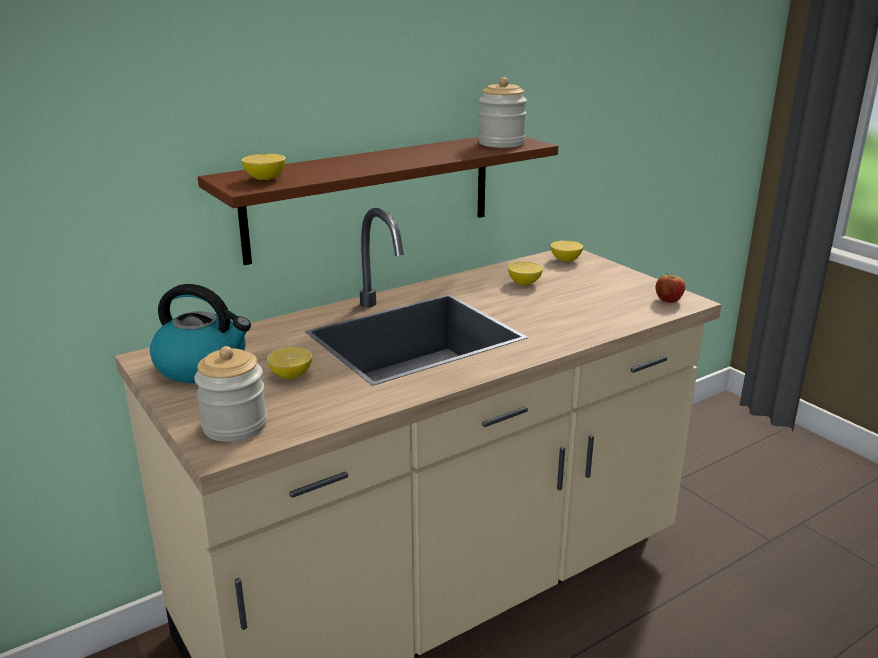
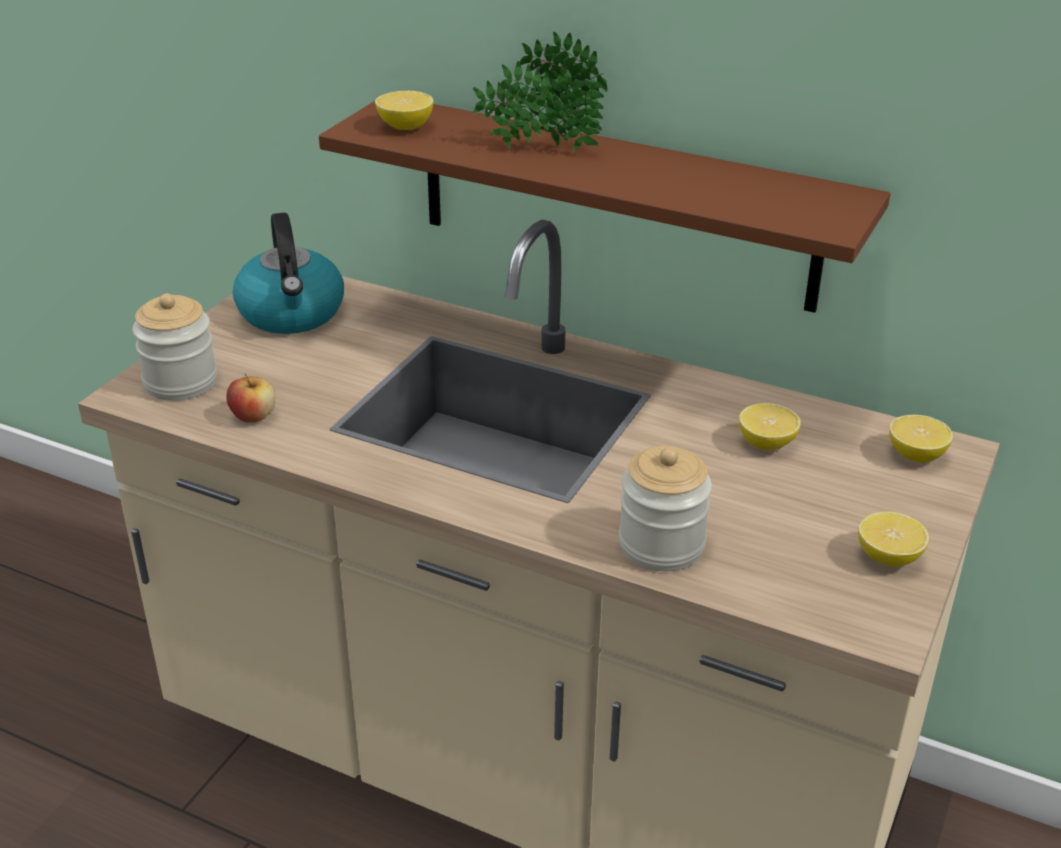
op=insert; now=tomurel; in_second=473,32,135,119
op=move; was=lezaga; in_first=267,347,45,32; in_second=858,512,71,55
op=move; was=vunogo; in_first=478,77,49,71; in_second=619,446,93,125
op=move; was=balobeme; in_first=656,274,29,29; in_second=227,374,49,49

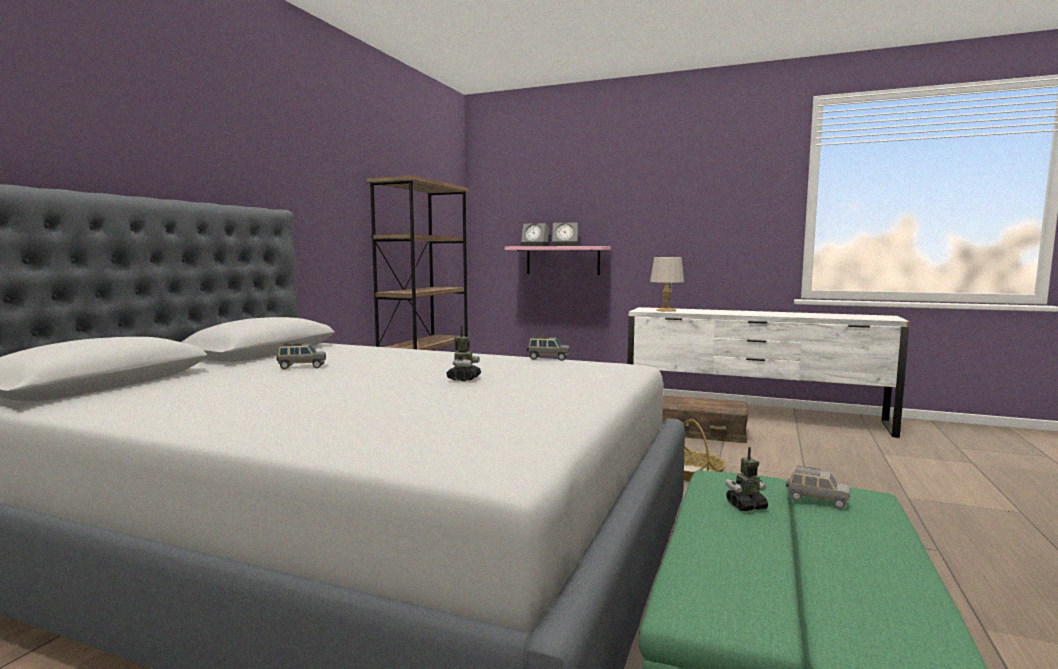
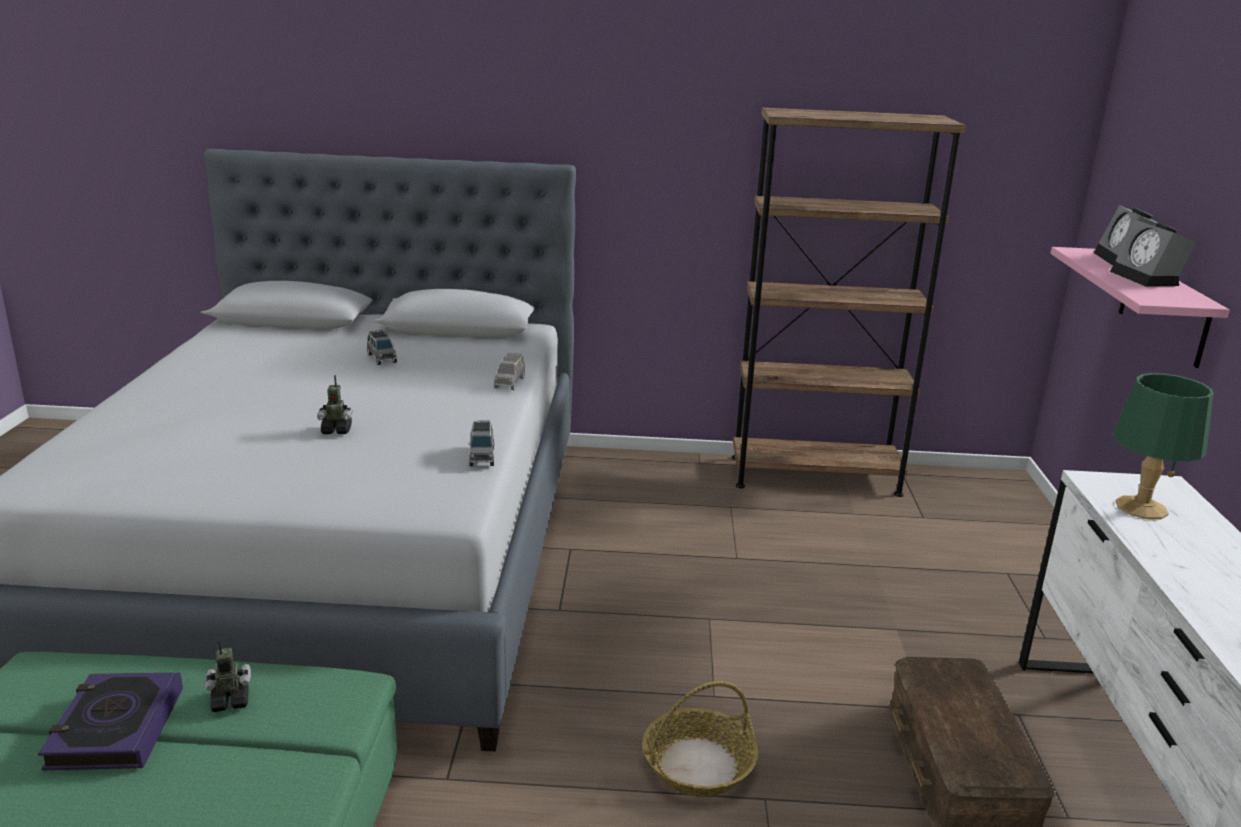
op=insert; now=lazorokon; in_second=38,672,145,98
op=move; was=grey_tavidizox; in_first=786,465,64,44; in_second=494,353,31,37
op=recolor; was=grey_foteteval; now=green_foteteval; in_first=650,257,34,55; in_second=1113,373,101,147
op=rotate; was=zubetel; in_first=725,447,43,64; in_second=204,640,47,72; clockwise=-75

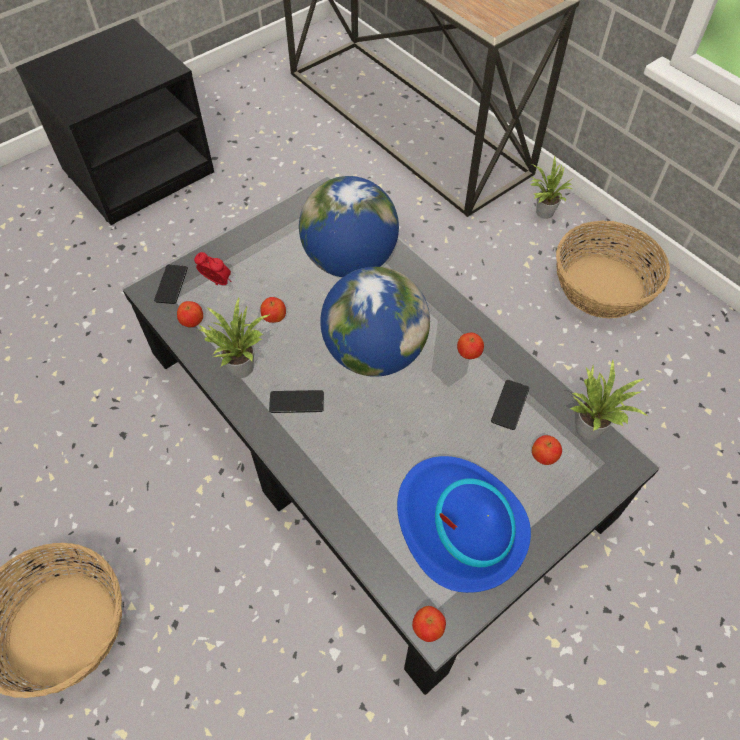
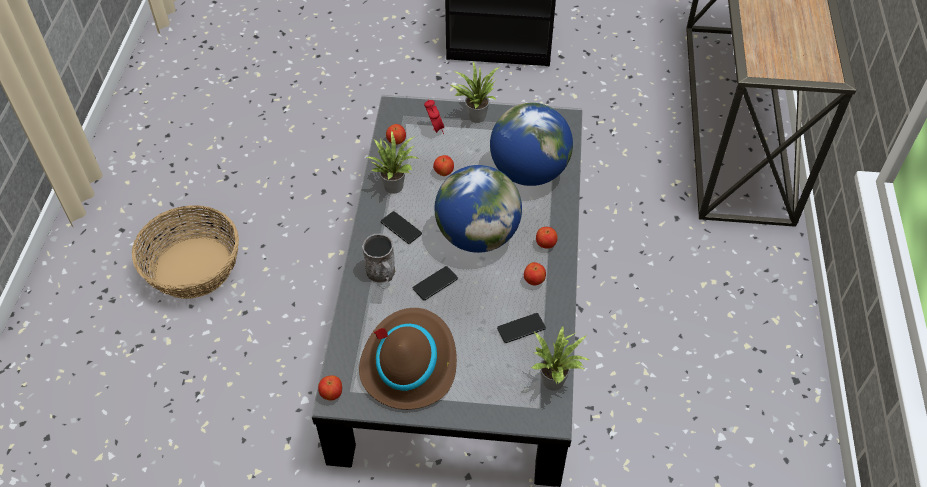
op=delete; was=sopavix; in_first=556,221,114,98
op=insert; now=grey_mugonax; in_second=362,234,33,49
op=move; was=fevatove; in_first=154,265,34,39; in_second=413,266,45,34
op=move; was=tomurel; in_first=530,155,45,64; in_second=451,61,50,62
op=move; was=balobeme; in_first=532,435,30,30; in_second=536,227,22,22
op=recolor; was=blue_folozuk; now=brown_folozuk; in_first=397,456,134,137; in_second=359,308,98,102

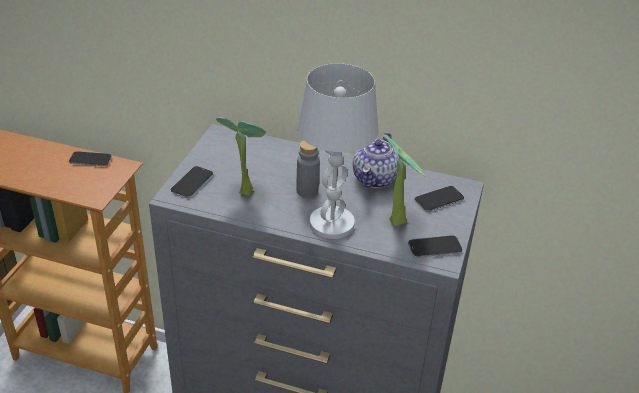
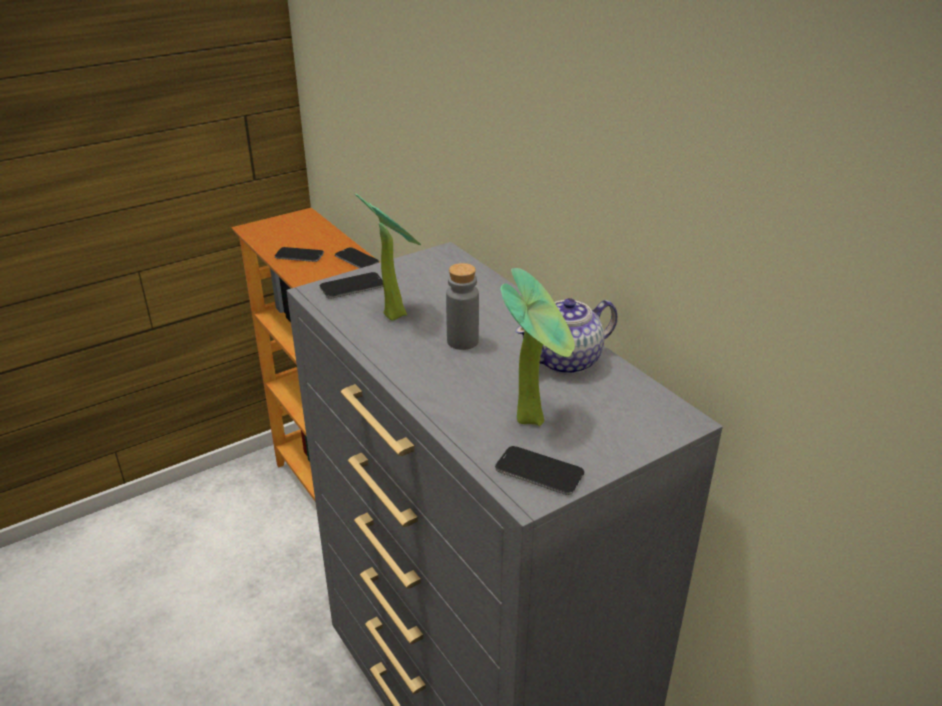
op=delete; was=white_foteteval; in_first=297,63,82,176
op=move; was=fevatove; in_first=415,186,49,25; in_second=275,247,49,15

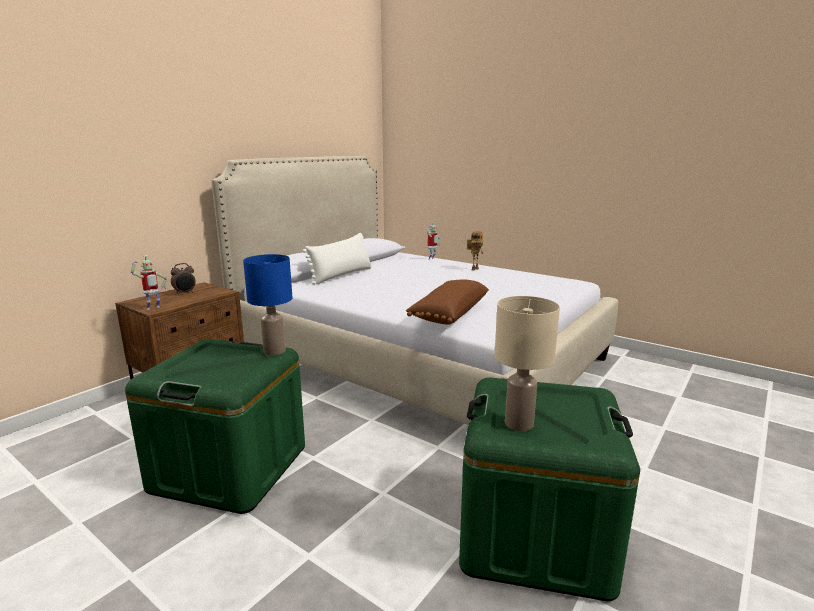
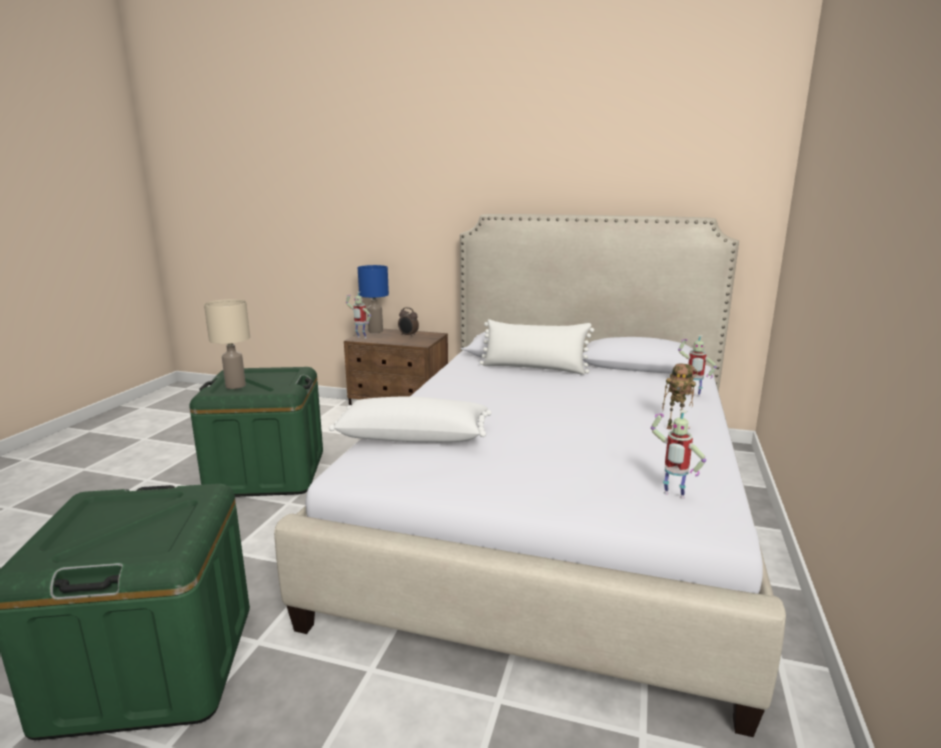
op=insert; now=zubetel; in_second=651,410,55,89
op=move; was=blue_foteteval; in_first=243,254,49,101; in_second=358,265,31,68
op=move; was=beige_foteteval; in_first=494,296,66,135; in_second=204,299,46,90
op=recolor; was=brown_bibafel; now=white_bibafel; in_first=406,280,83,45; in_second=329,396,163,46

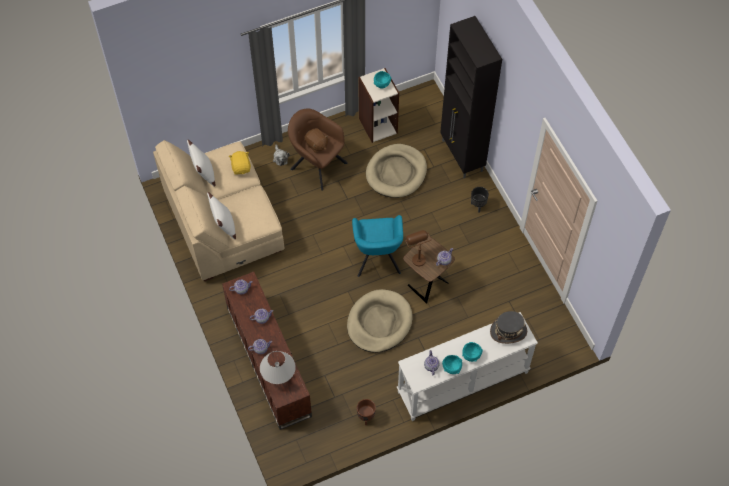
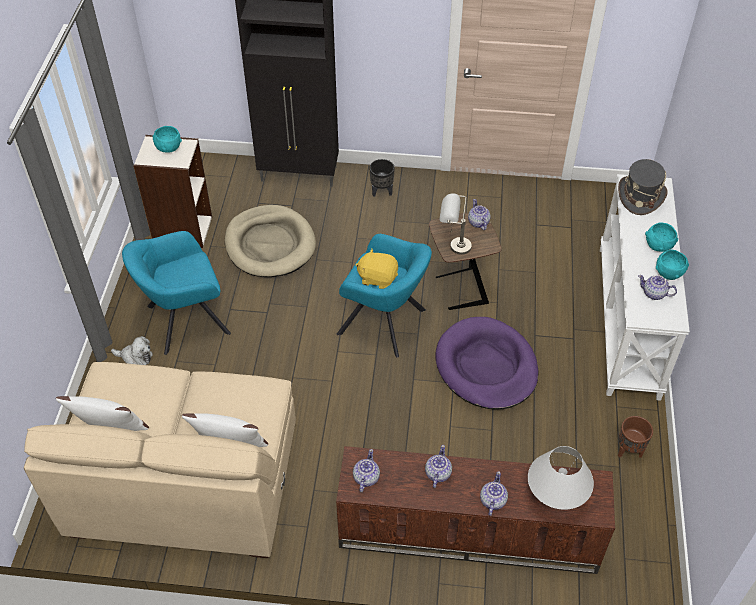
op=delete; was=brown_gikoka; in_first=305,128,23,25
op=move; was=yellow_gikoka; in_first=229,151,22,24; in_second=355,248,43,41
op=recolor; was=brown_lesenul; now=turquoise_lesenul; in_first=288,109,60,82; in_second=122,231,109,124
op=recolor; was=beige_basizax; now=purple_basizax; in_first=347,289,66,64; in_second=436,317,103,93
op=recolor; was=brown_foteteval; now=grey_foteteval; in_first=405,230,26,36; in_second=440,194,32,61

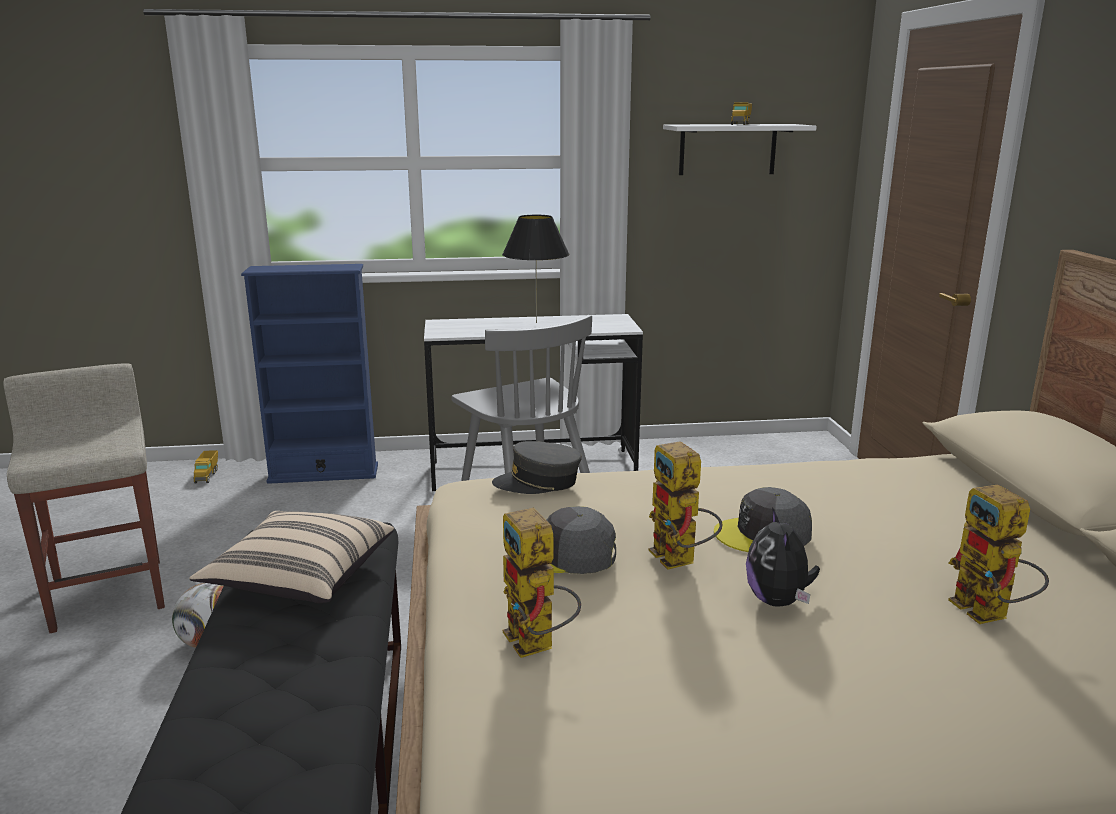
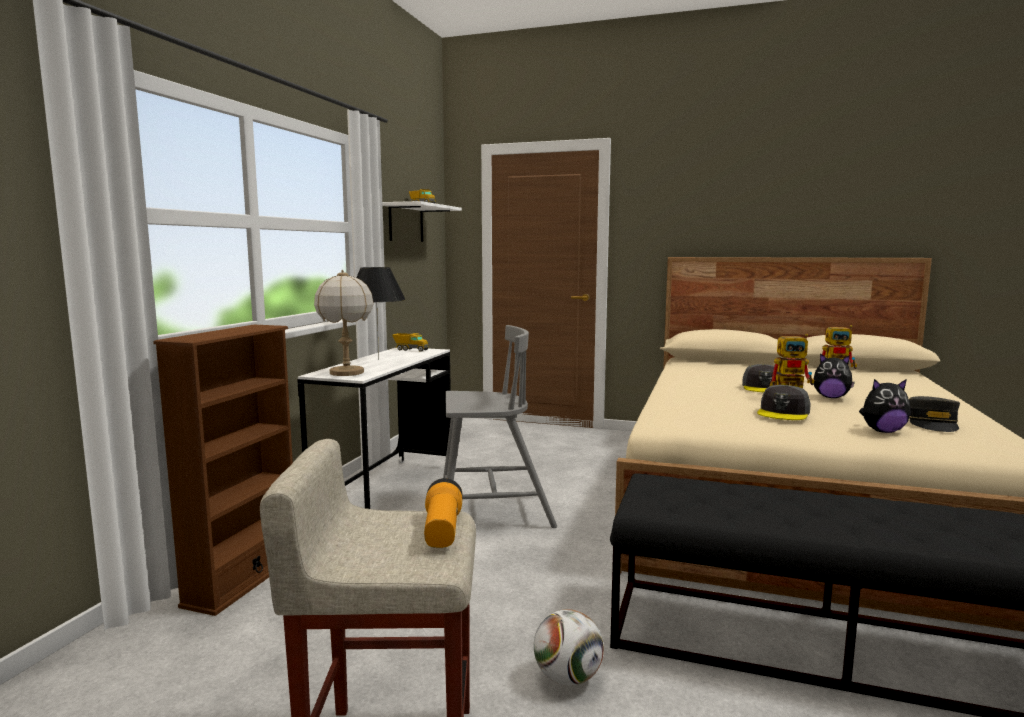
op=delete; was=beige_bibafel; in_first=189,511,205,92
op=insert; now=foteteval; in_second=314,270,60,106
op=insert; now=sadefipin; in_second=424,478,39,70
op=move; was=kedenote; in_first=194,450,24,34; in_second=392,333,37,19
op=move; was=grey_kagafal; in_first=492,441,90,53; in_second=909,396,51,36
op=replace; was=zubetel; now=gikoka; in_first=503,508,78,150; in_second=859,379,52,54
op=recolor; was=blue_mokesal; now=brown_mokesal; in_first=241,264,137,220; in_second=153,325,140,291

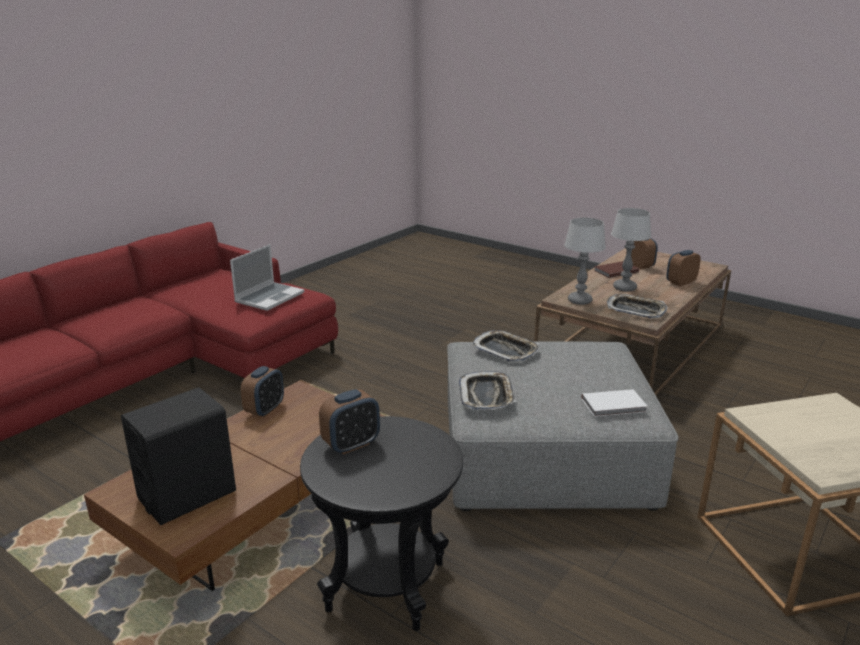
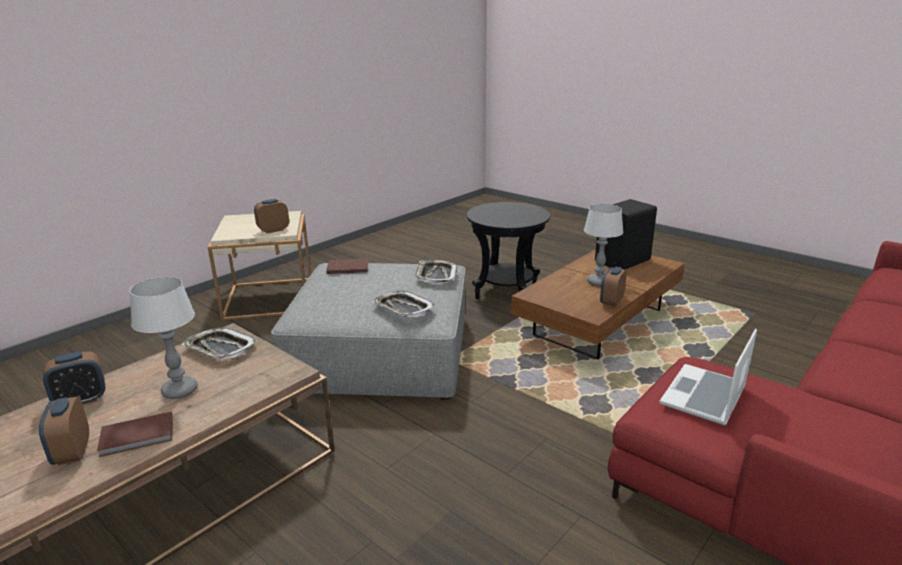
op=move; was=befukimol; in_first=319,389,61,66; in_second=254,199,35,35
op=move; was=foteteval; in_first=564,218,42,87; in_second=584,204,40,82
op=recolor; was=white_lazorokon; now=brown_lazorokon; in_first=581,389,67,28; in_second=326,259,42,15

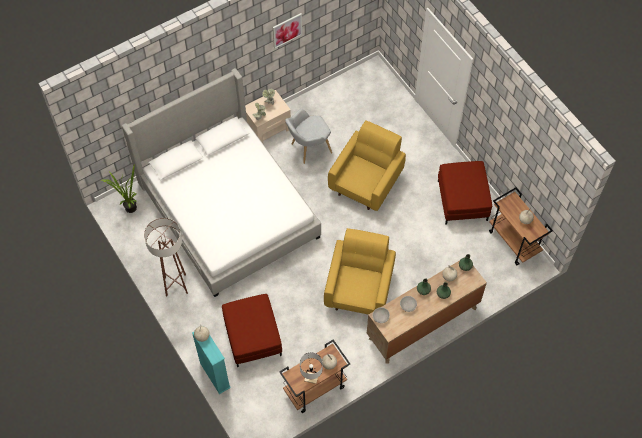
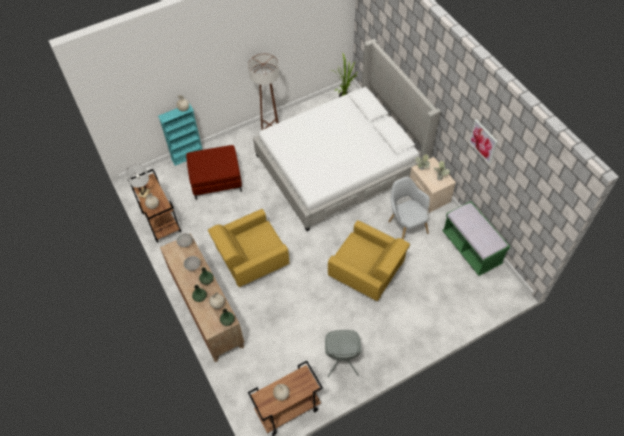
op=insert; now=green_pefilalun; in_second=442,201,68,75
op=replace; was=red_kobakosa; now=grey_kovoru; in_first=438,161,54,64; in_second=325,330,37,47
op=rotate; was=yellow_lesenul; in_first=324,228,72,87; in_second=208,209,81,78; clockwise=135

